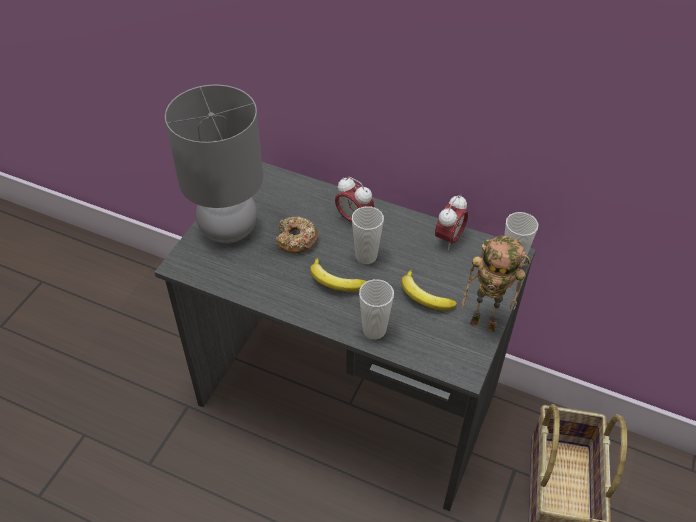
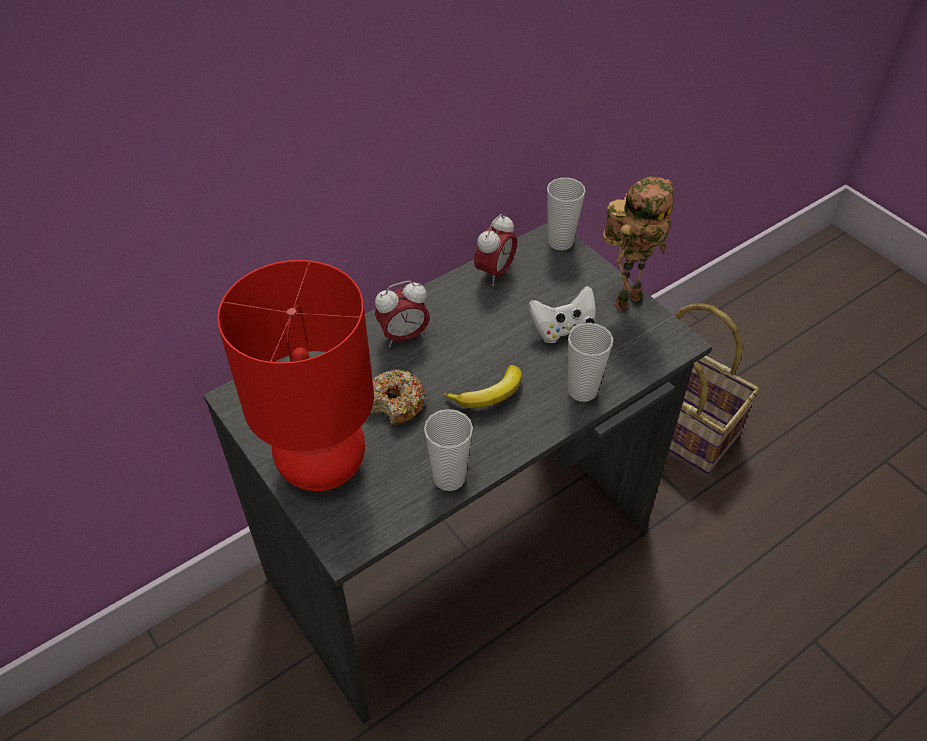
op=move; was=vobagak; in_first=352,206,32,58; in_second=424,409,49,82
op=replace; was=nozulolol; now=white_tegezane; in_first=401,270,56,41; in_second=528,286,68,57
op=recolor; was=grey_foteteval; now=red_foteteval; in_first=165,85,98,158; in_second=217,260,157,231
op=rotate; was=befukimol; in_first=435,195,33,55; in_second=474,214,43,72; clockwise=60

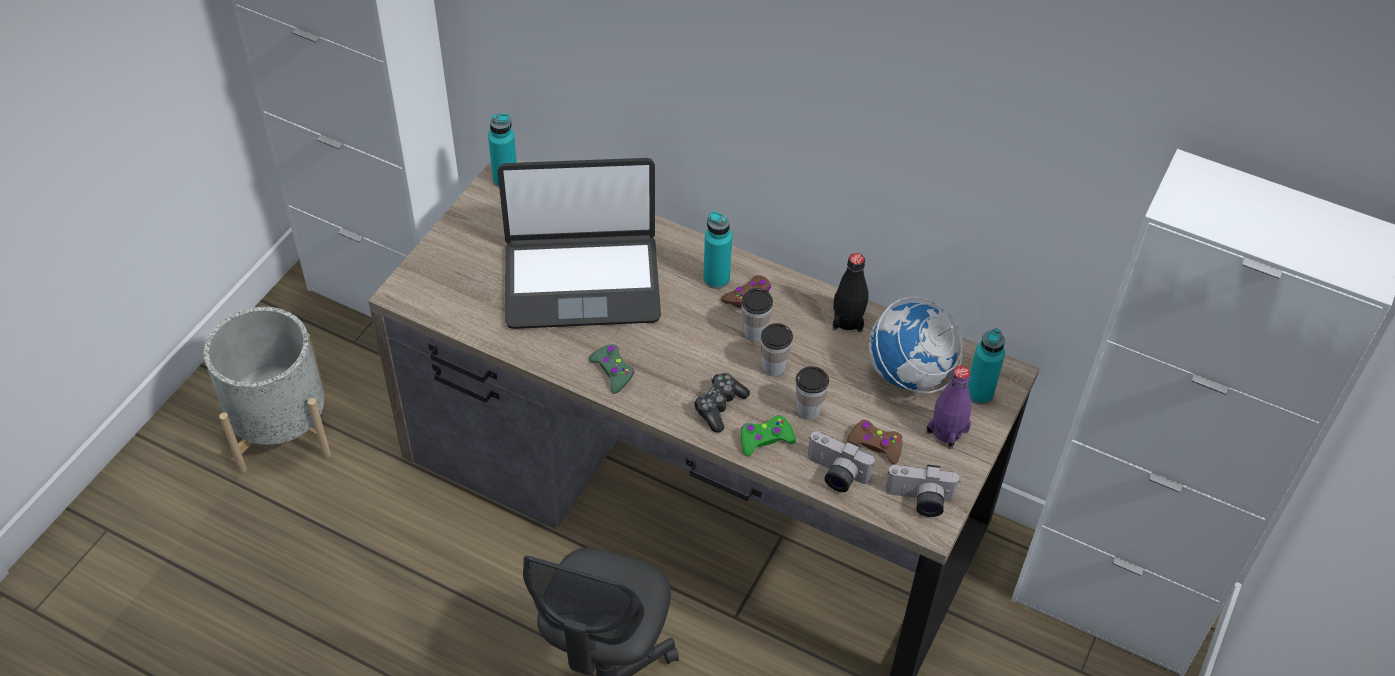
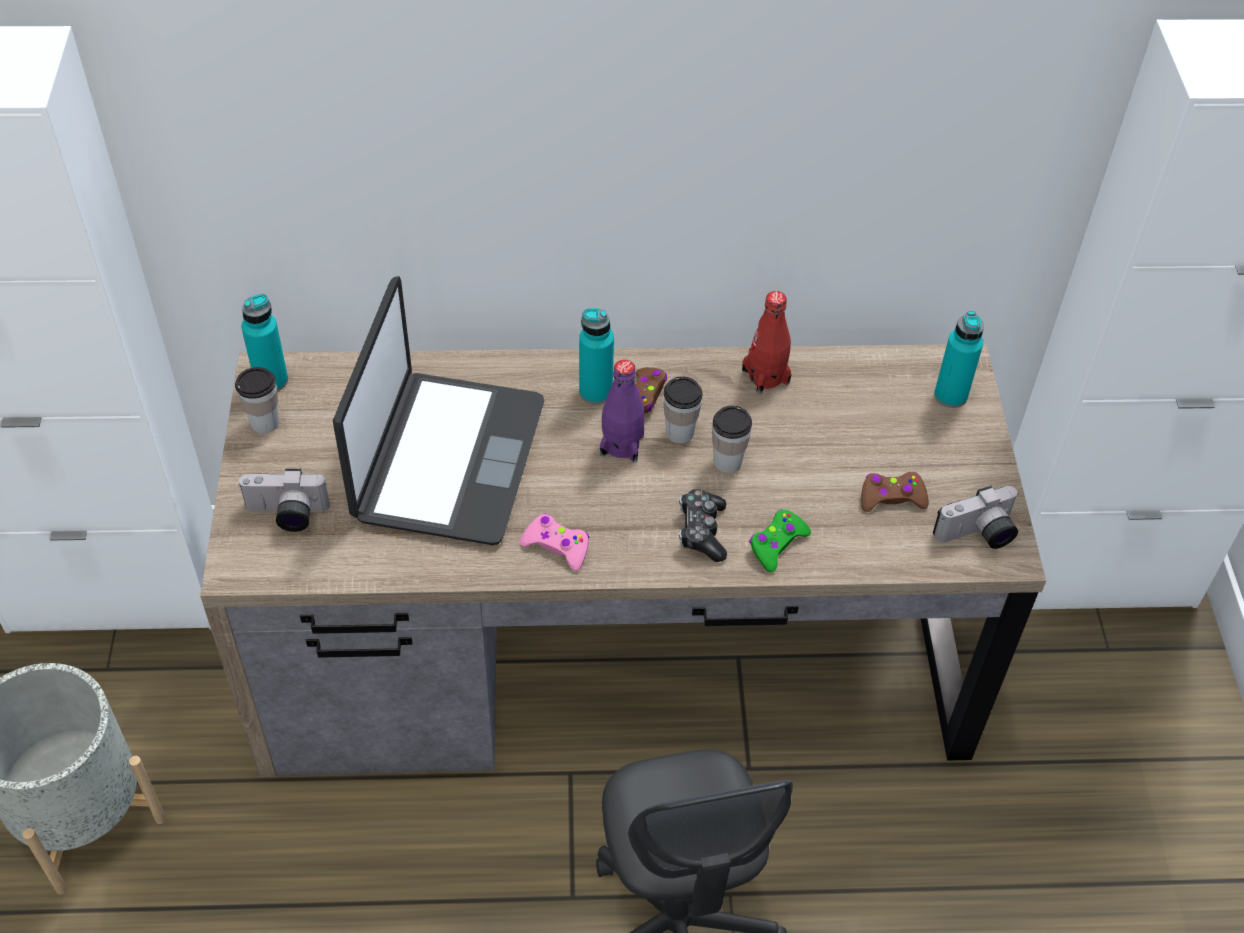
op=delete; was=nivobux; in_first=869,297,94,96
op=move; was=vobagak; in_first=796,366,33,54; in_second=235,367,44,67
op=move; was=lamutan; in_first=808,431,67,61; in_second=239,469,91,63
op=move; was=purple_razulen; in_first=926,366,45,83; in_second=600,360,44,103
op=recolor; was=green_tegezane; now=pink_tegezane; in_first=589,344,45,50; in_second=520,514,69,57
op=recolor; was=black_razulen; now=red_razulen; in_first=833,253,35,80; in_second=742,291,49,103
op=rotate; was=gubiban; in_first=498,158,163,171; in_second=333,276,211,269; clockwise=-45

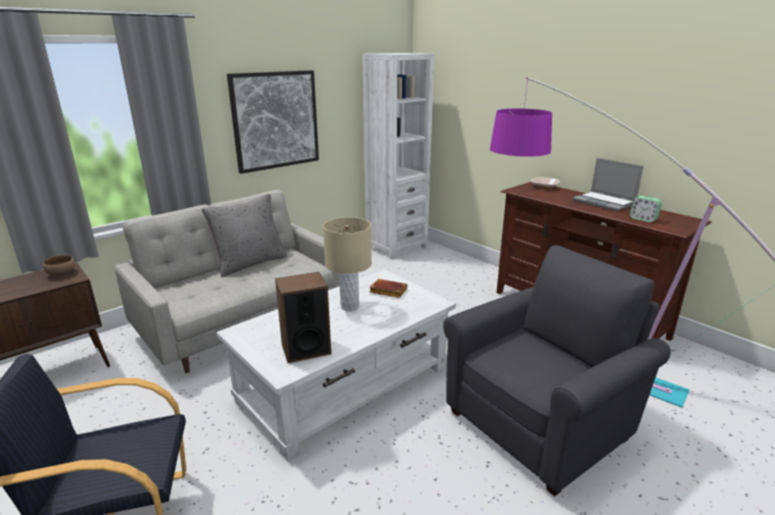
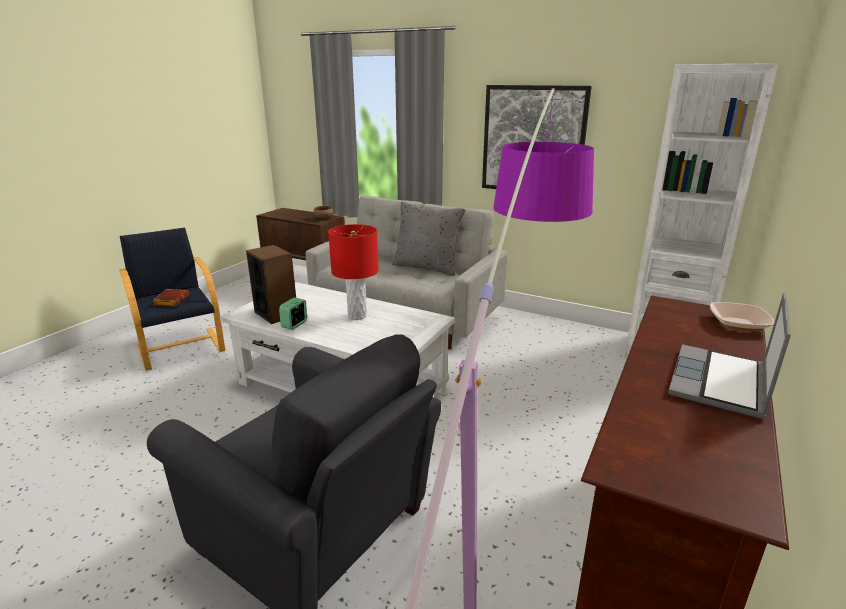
op=move; was=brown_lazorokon; in_first=369,279,38,19; in_second=152,289,38,18
op=move; was=befukimol; in_first=629,196,33,26; in_second=279,297,28,33
op=recolor; was=beige_foteteval; now=red_foteteval; in_first=323,217,49,94; in_second=328,224,51,96

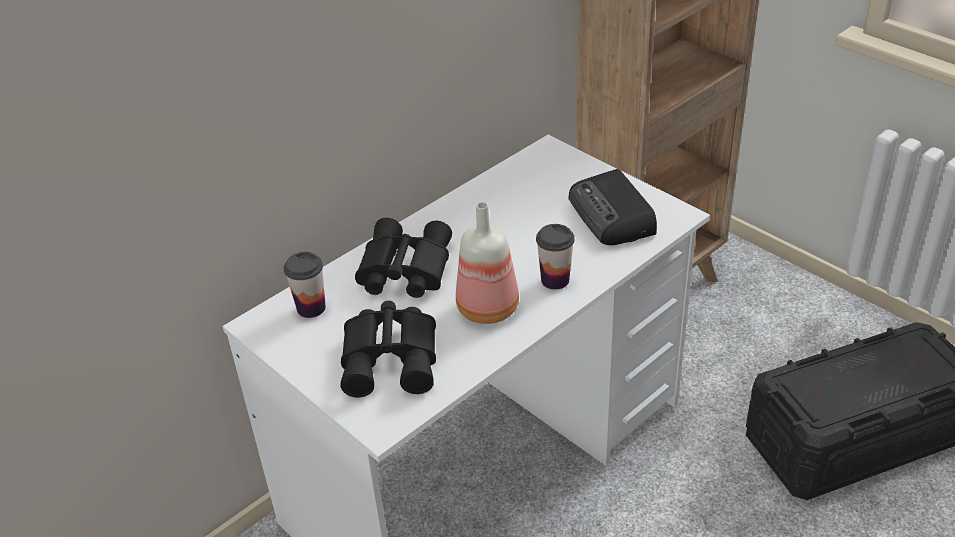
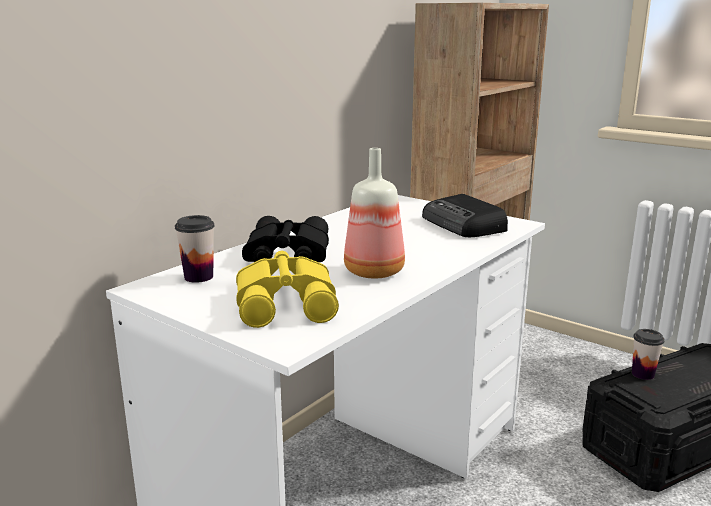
op=move; was=vobagak; in_first=536,224,39,65; in_second=632,329,33,51
op=recolor; was=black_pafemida; now=yellow_pafemida; in_first=341,301,95,96; in_second=236,251,103,77

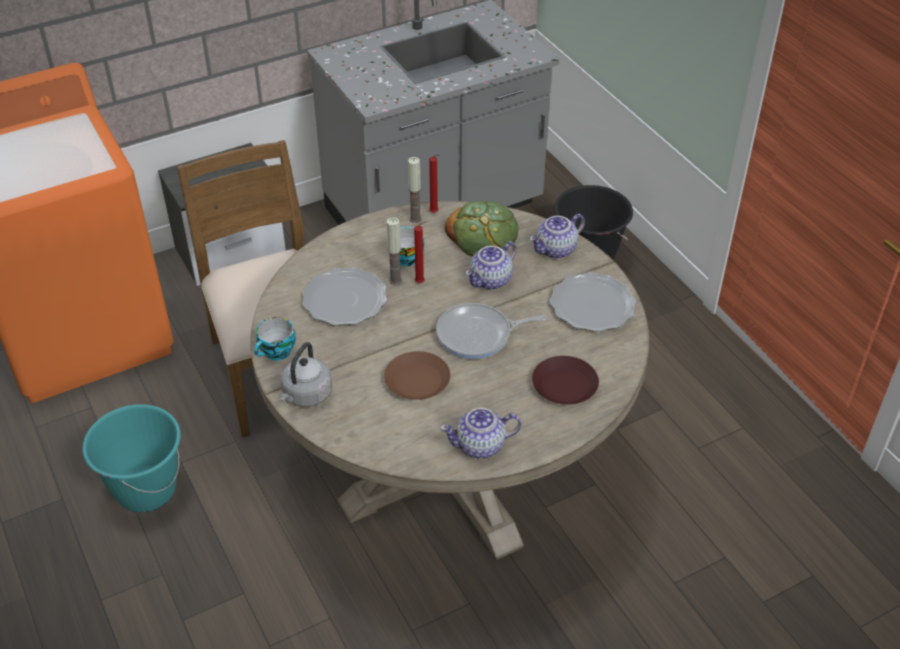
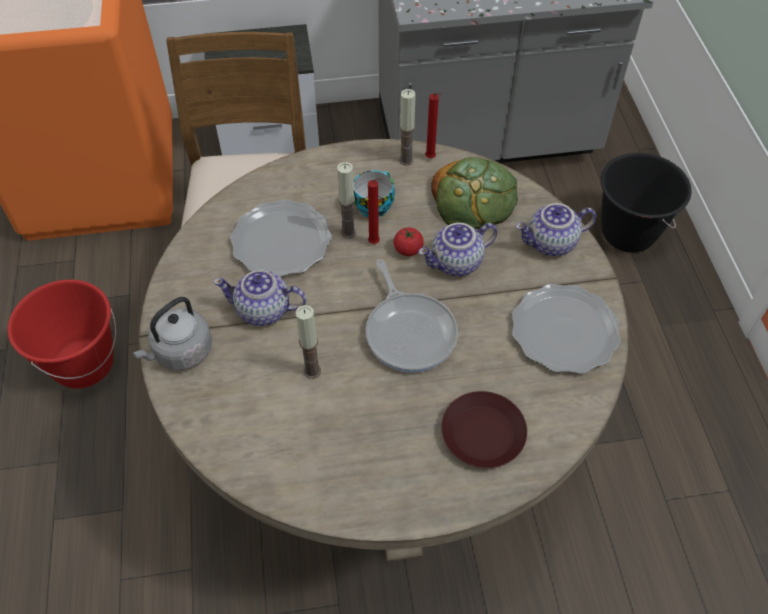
op=delete; was=vobagak; in_first=254,317,42,43
op=insert; now=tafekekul; in_second=394,227,30,29
op=move; was=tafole; in_first=440,408,81,51; in_second=213,270,93,56
op=replace; was=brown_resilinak; now=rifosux; in_first=384,351,66,49; in_second=296,305,25,74
op=recolor; was=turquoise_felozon; now=red_felozon; in_first=82,404,99,108; in_second=7,280,109,109
op=rotate; was=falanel; in_first=436,303,111,56; in_second=366,259,92,114; clockwise=-120

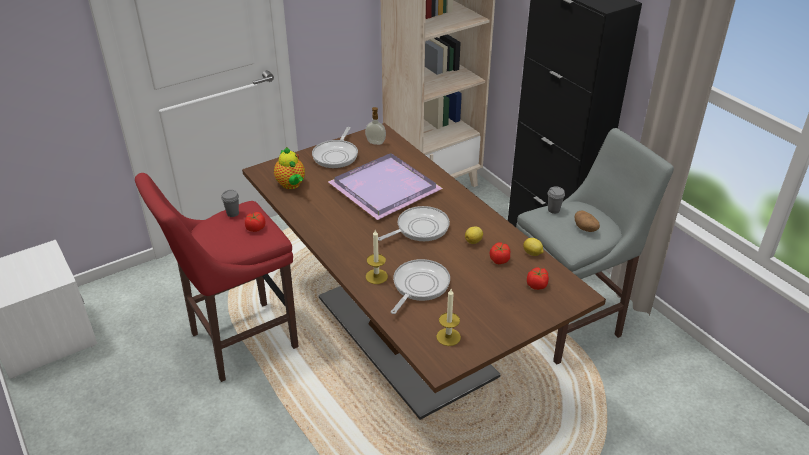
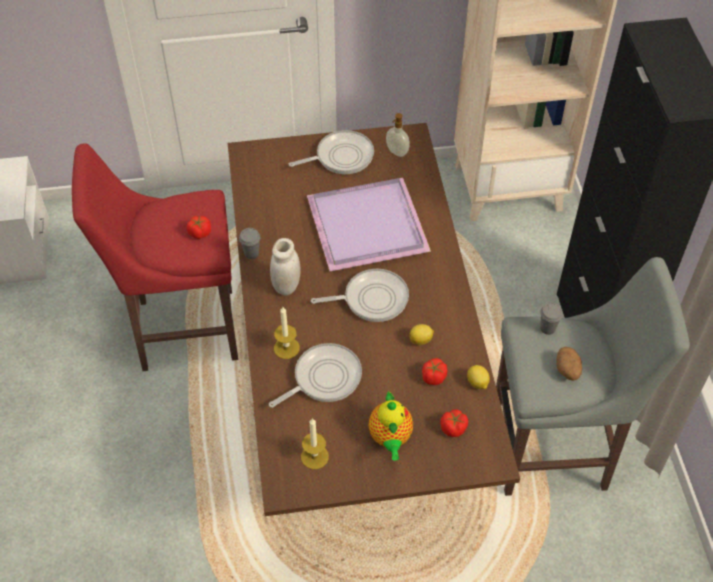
op=insert; now=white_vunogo; in_second=270,238,31,57
op=move; was=grey_vobagak; in_first=221,190,18,27; in_second=239,228,21,31
op=move; was=tafole; in_first=274,147,31,42; in_second=369,391,44,70
op=rotate; was=falanel; in_first=312,127,46,41; in_second=289,130,85,44; clockwise=-150

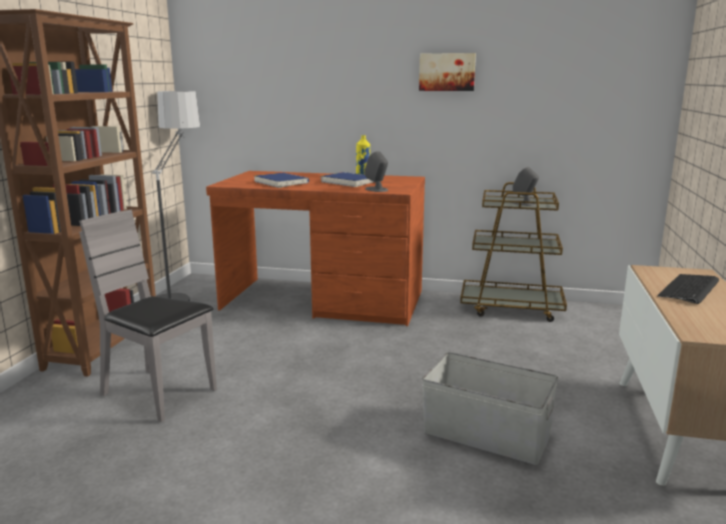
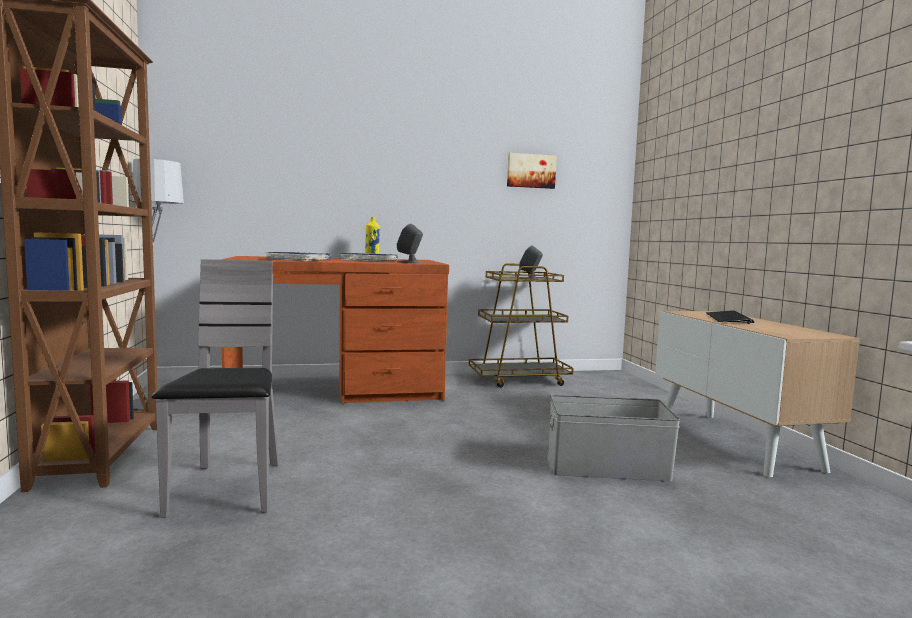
op=move; was=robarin; in_first=419,53,57,38; in_second=507,153,50,36
op=rotate; was=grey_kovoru; in_first=79,209,138,213; in_second=151,259,128,259; clockwise=75

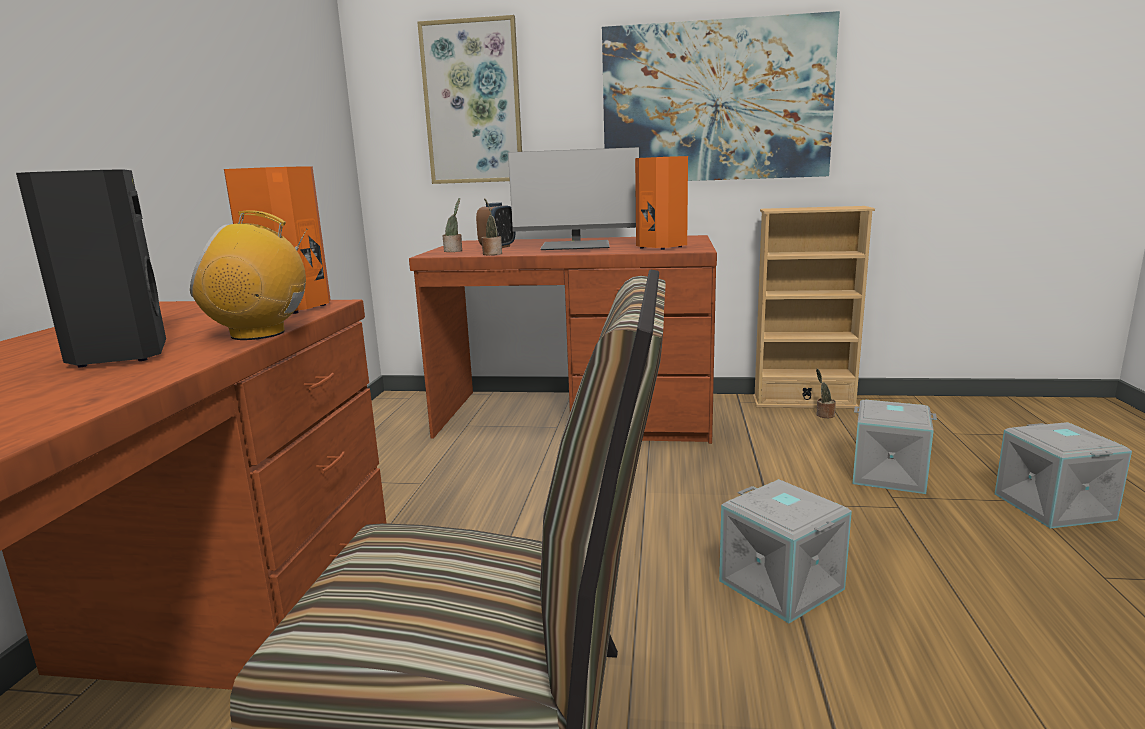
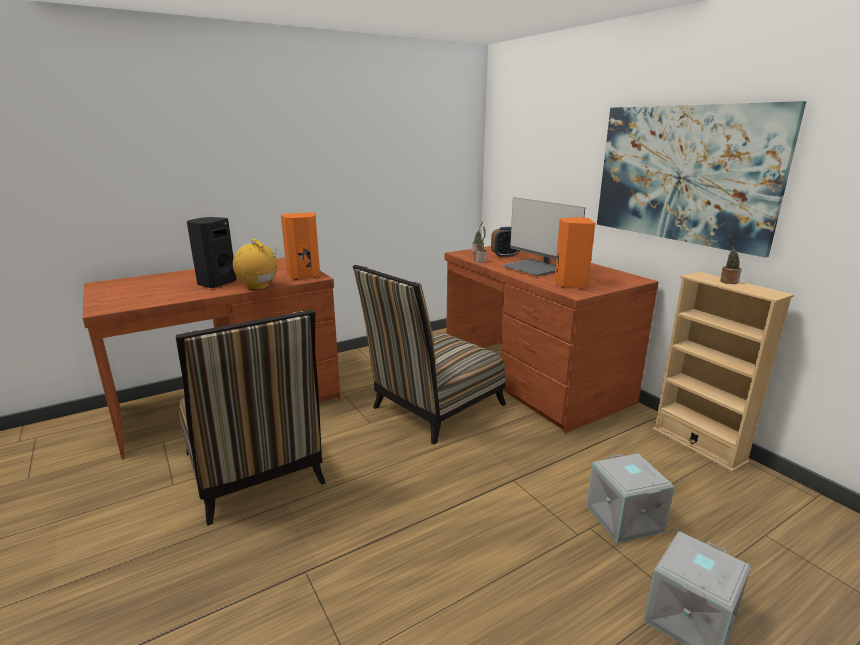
op=delete; was=robarin; in_first=417,15,105,169
op=delete; was=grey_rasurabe; in_first=719,479,133,144
op=insert; now=kovoru; in_second=353,265,153,179
op=move; was=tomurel; in_first=816,369,20,49; in_second=720,235,22,49

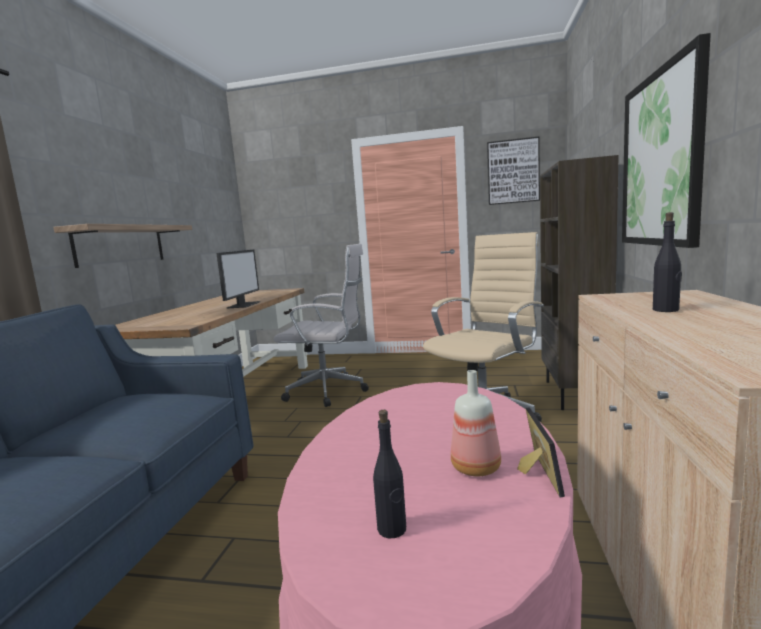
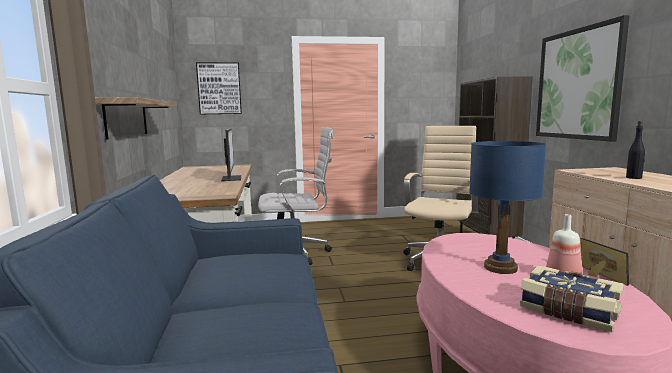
op=insert; now=blue_foteteval; in_second=469,141,77,133
op=move; was=robarin; in_first=487,137,53,68; in_second=196,62,46,52
op=replace; was=black_razulen; now=lazorokon; in_first=373,410,33,128; in_second=520,265,104,67

